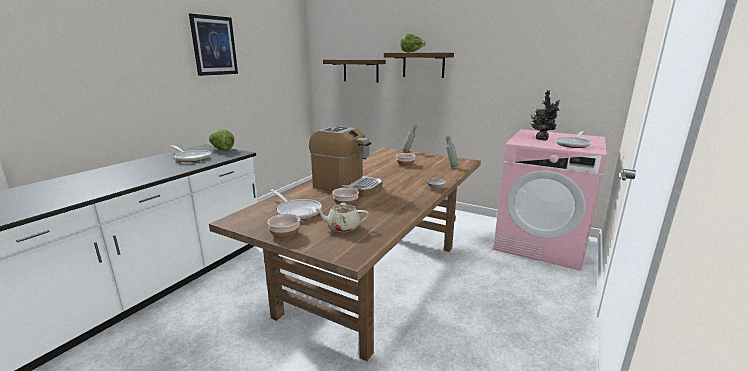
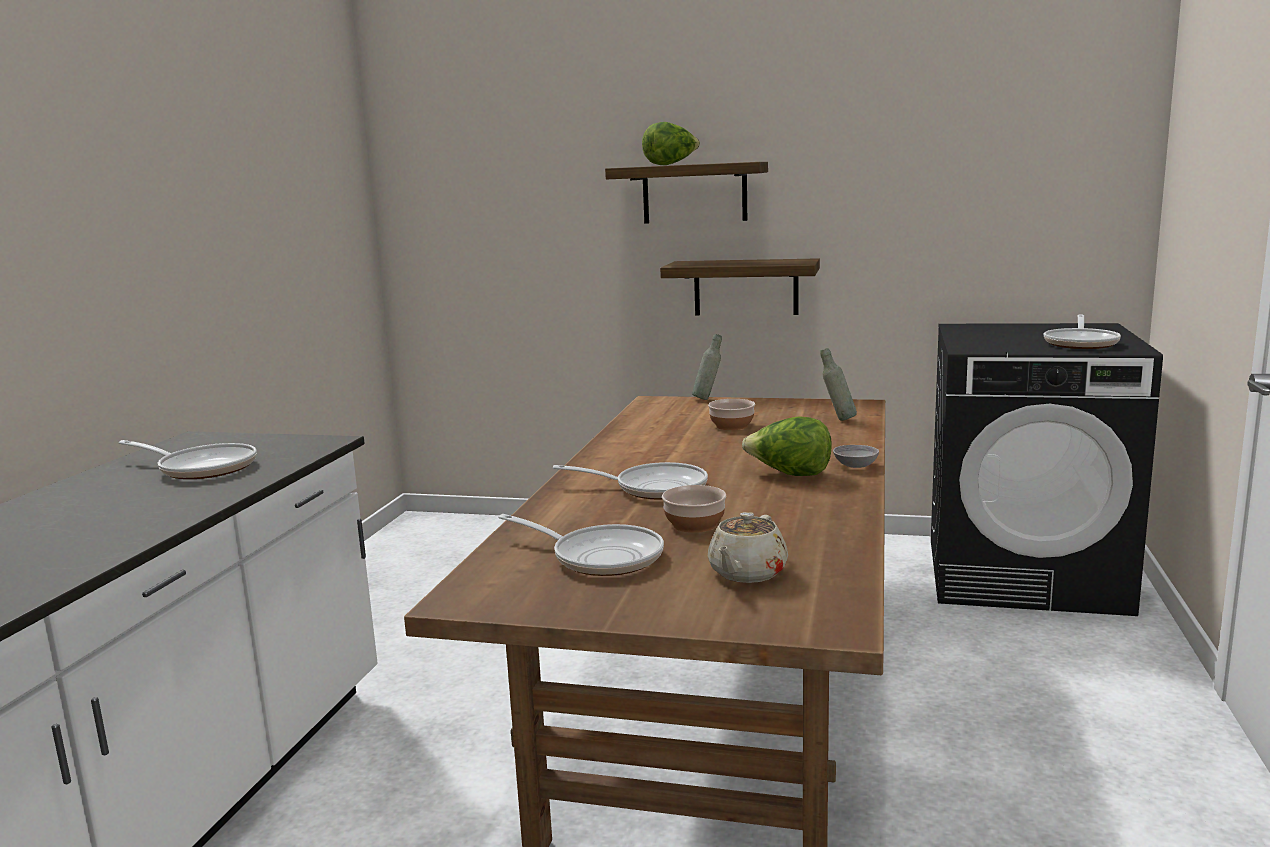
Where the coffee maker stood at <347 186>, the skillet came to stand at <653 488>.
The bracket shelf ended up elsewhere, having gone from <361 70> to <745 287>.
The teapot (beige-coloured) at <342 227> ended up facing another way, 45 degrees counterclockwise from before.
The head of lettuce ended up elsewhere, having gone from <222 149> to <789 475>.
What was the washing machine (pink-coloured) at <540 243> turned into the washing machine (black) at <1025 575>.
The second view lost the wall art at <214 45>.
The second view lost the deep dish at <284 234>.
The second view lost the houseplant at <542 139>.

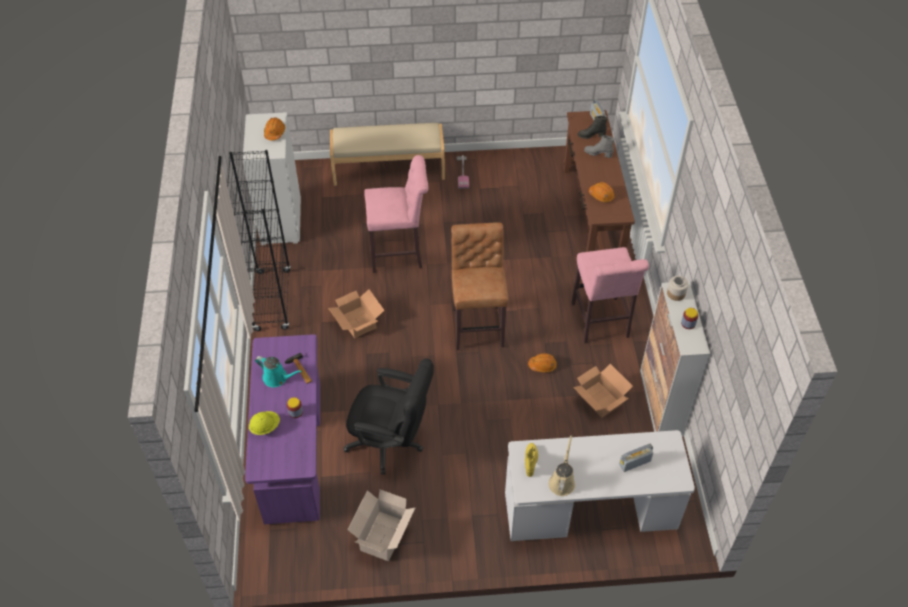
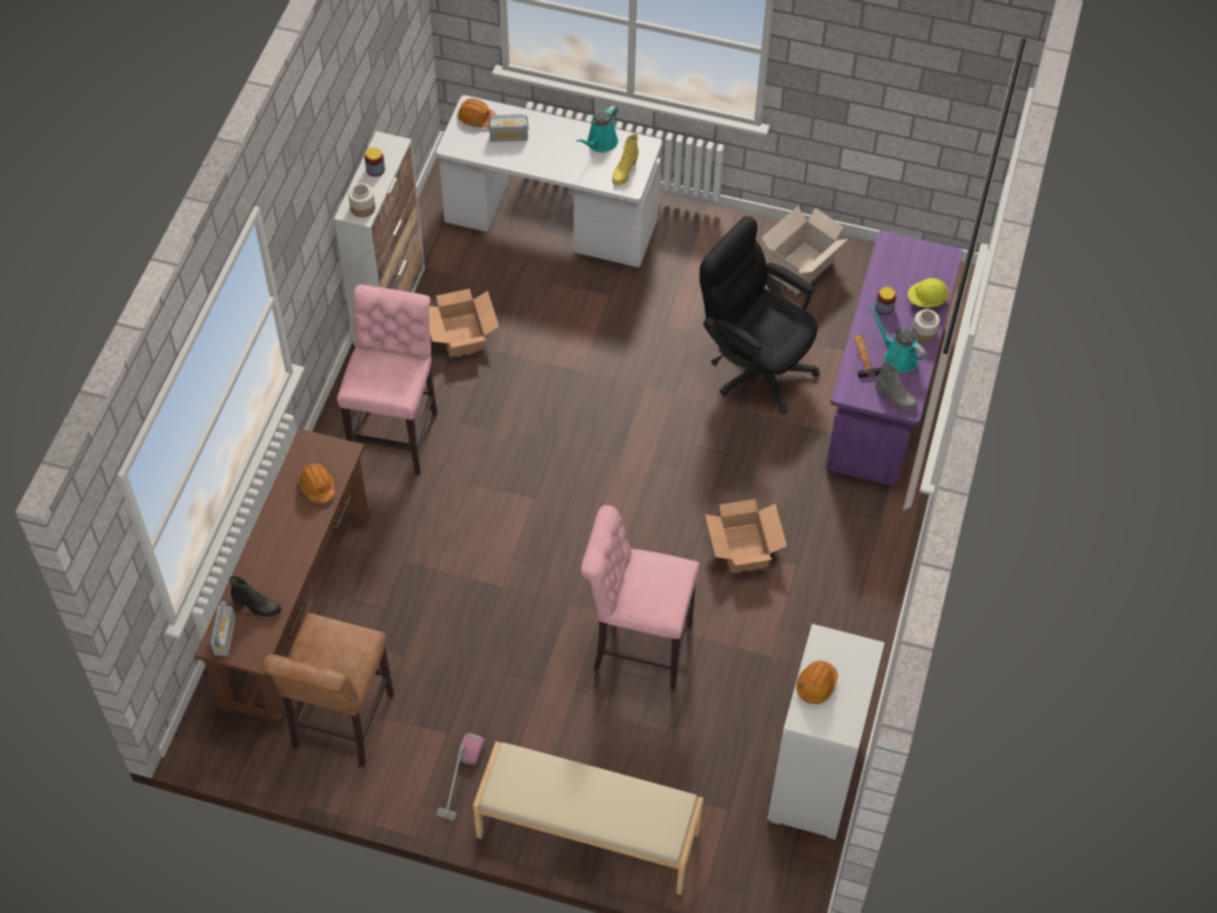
The stool seat (brown-coloured) ended up elsewhere, having gone from <477 325> to <340 726>.
The work helmet (orange-coloured) ended up elsewhere, having gone from <542 365> to <476 118>.
What was the watering can (beige-coloured) at <562 481> turned into the watering can (turquoise) at <600 143>.
The high-top boot (greyish) ended up elsewhere, having gone from <598 153> to <895 398>.
The second view gained the preserve jar at <924 332>.
The second view lost the bookcase (black) at <272 300>.

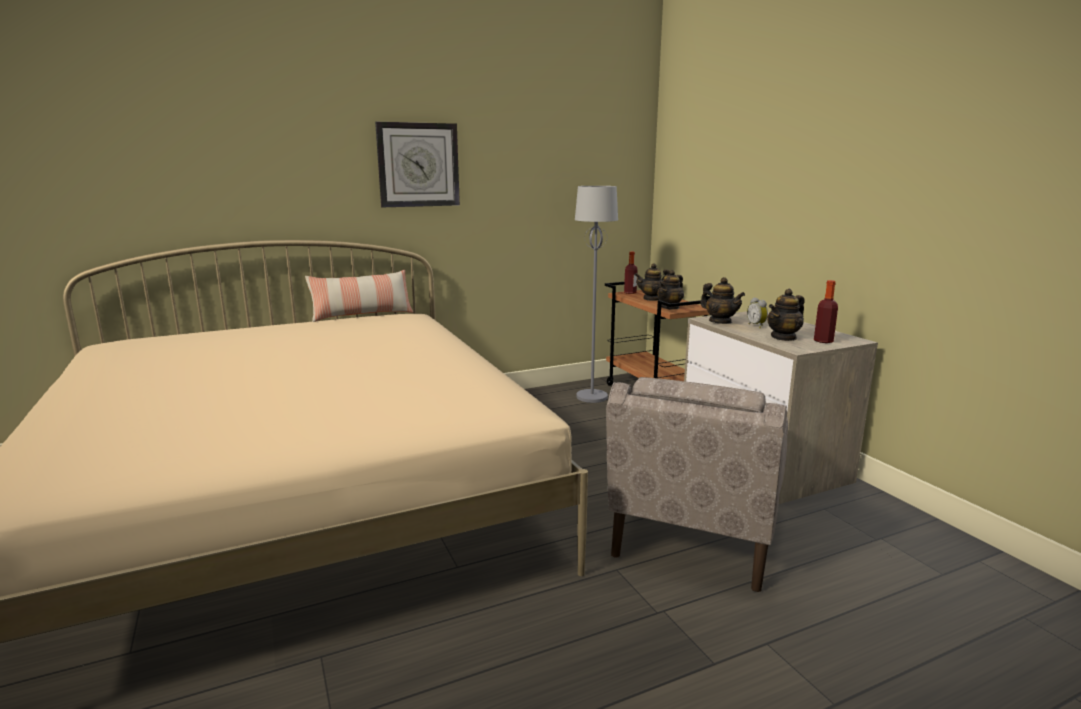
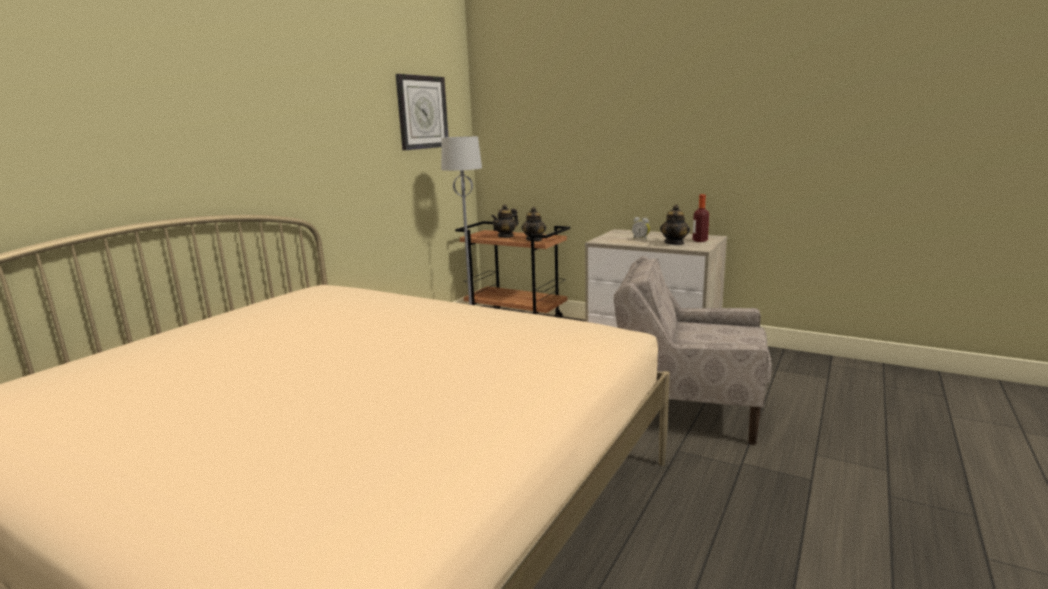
The wall clock ended up elsewhere, having gone from <418 165> to <422 112>.
The easy chair (beige-coloured) at <694 536> ended up facing another way, 120 degrees clockwise from before.
The second view lost the cushion at <362 315>.
The second view lost the drink bottle at <630 292>.
The second view lost the teapot at <720 322>.

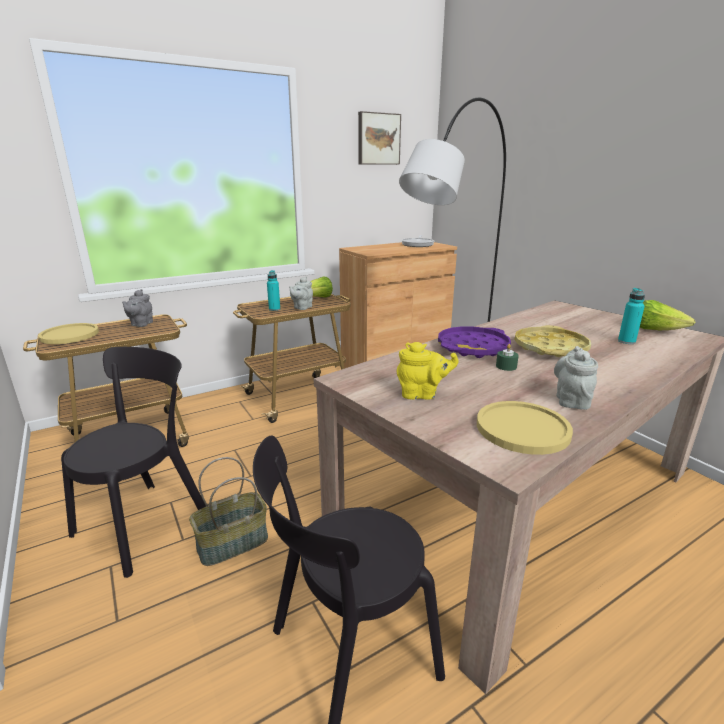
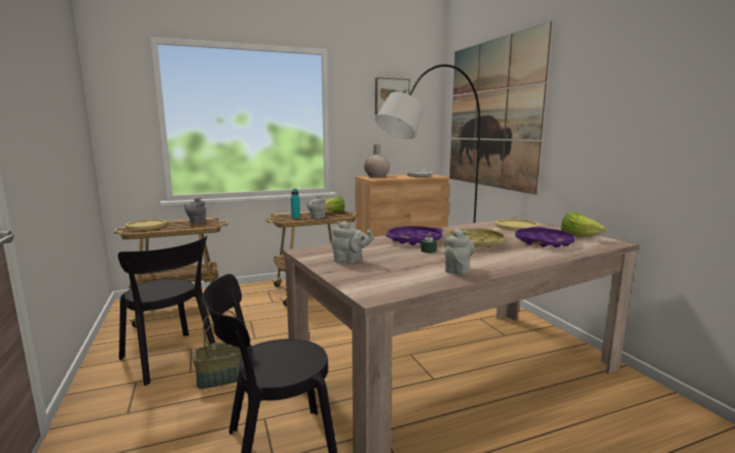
The upright chair (black) at <147 522> ended up facing another way, 90 degrees clockwise from before.
What was the teapot (yellowish) at <422 394> turned into the teapot (greyish) at <350 261>.
The second view gained the vase (beige-coloured) at <377 176>.
The second view gained the wall art at <492 114>.
The dinner plate (yellowish) ended up elsewhere, having gone from <522 429> to <516 226>.
Where the drink bottle (turquoise) stood at <626 341>, the serving tray (purple-coloured) came to stand at <544 242>.

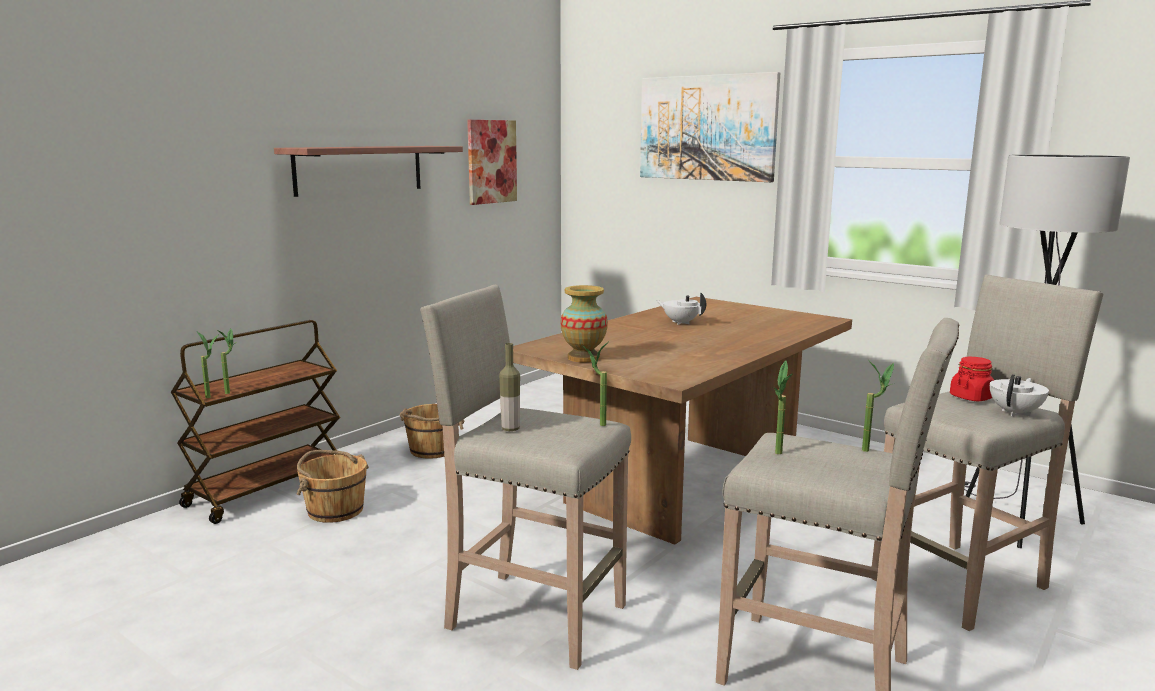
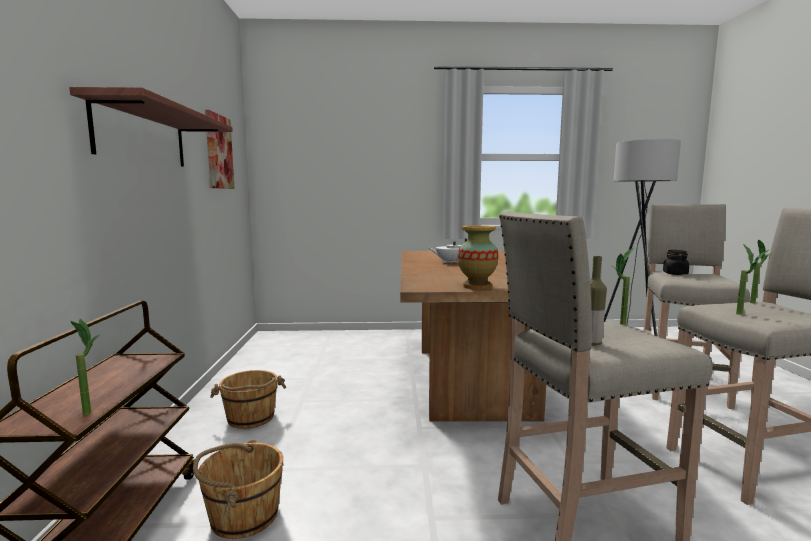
What was the preserve jar (red) at <971 397> turned into the preserve jar (black) at <675 273>.
The second view lost the houseplant at <213 397>.
The second view lost the wall art at <707 128>.
The second view lost the teapot (white) at <1016 413>.

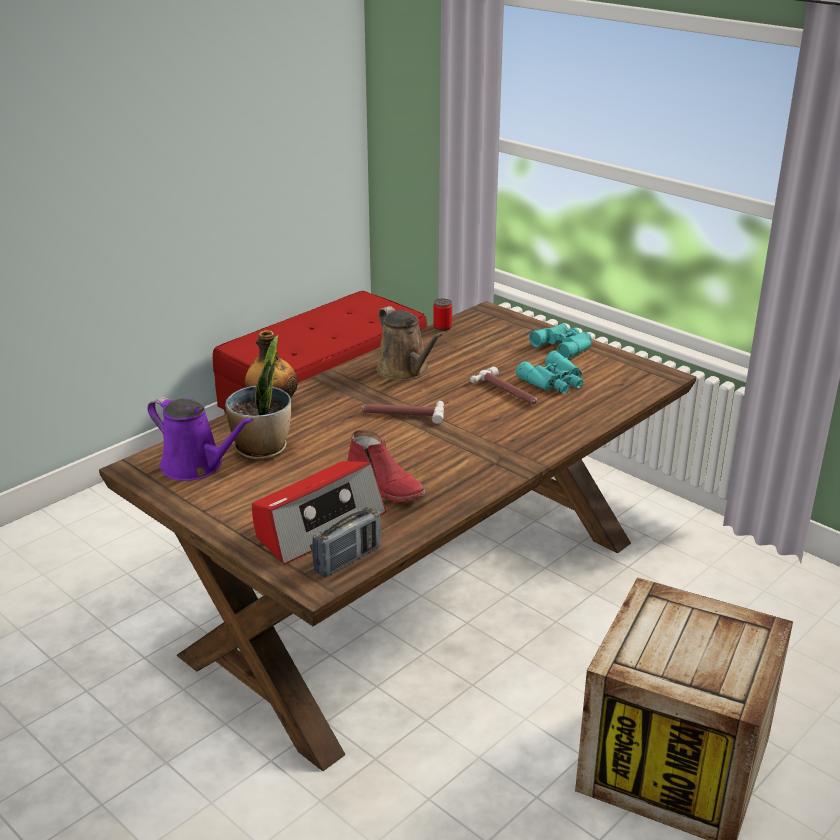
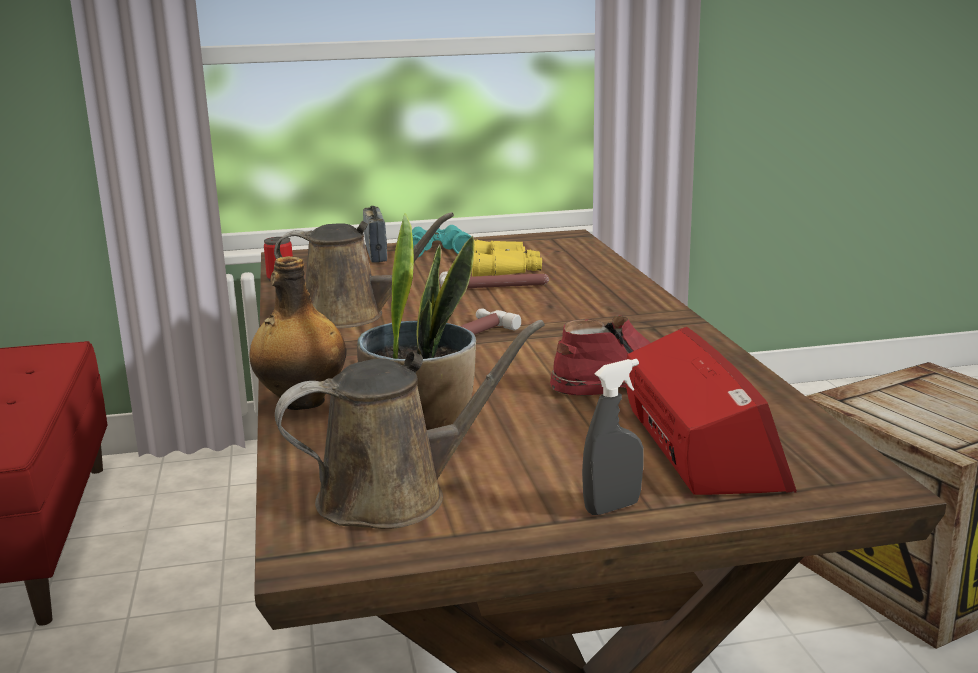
What was the watering can (purple-coloured) at <196 466> turned into the watering can (brown-coloured) at <395 496>.
The radio ended up elsewhere, having gone from <347 560> to <376 255>.
What was the field glasses (turquoise) at <554 381> turned into the field glasses (yellowish) at <506 268>.
The second view gained the hand sprayer (greyish) at <612 507>.

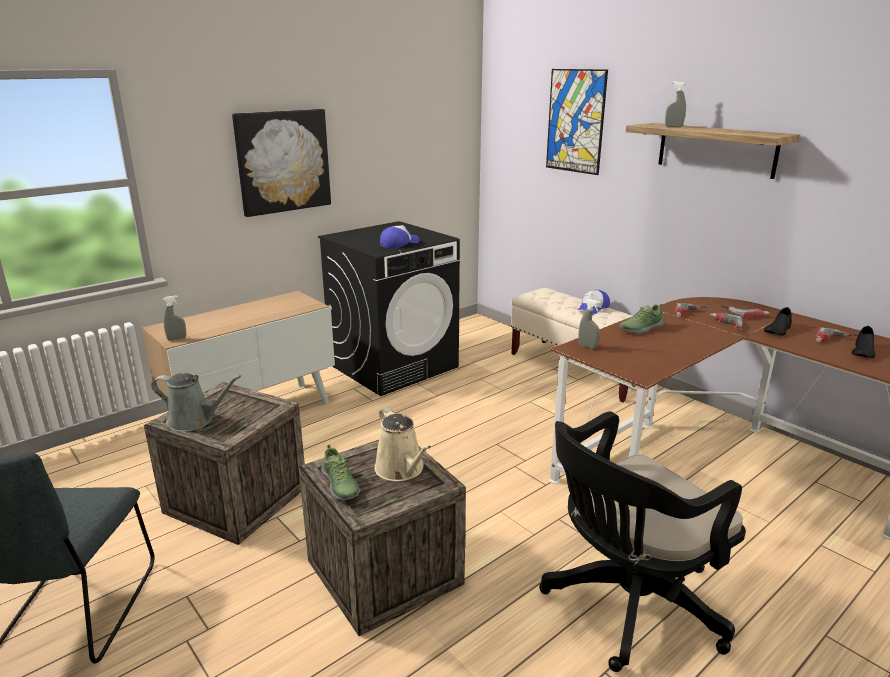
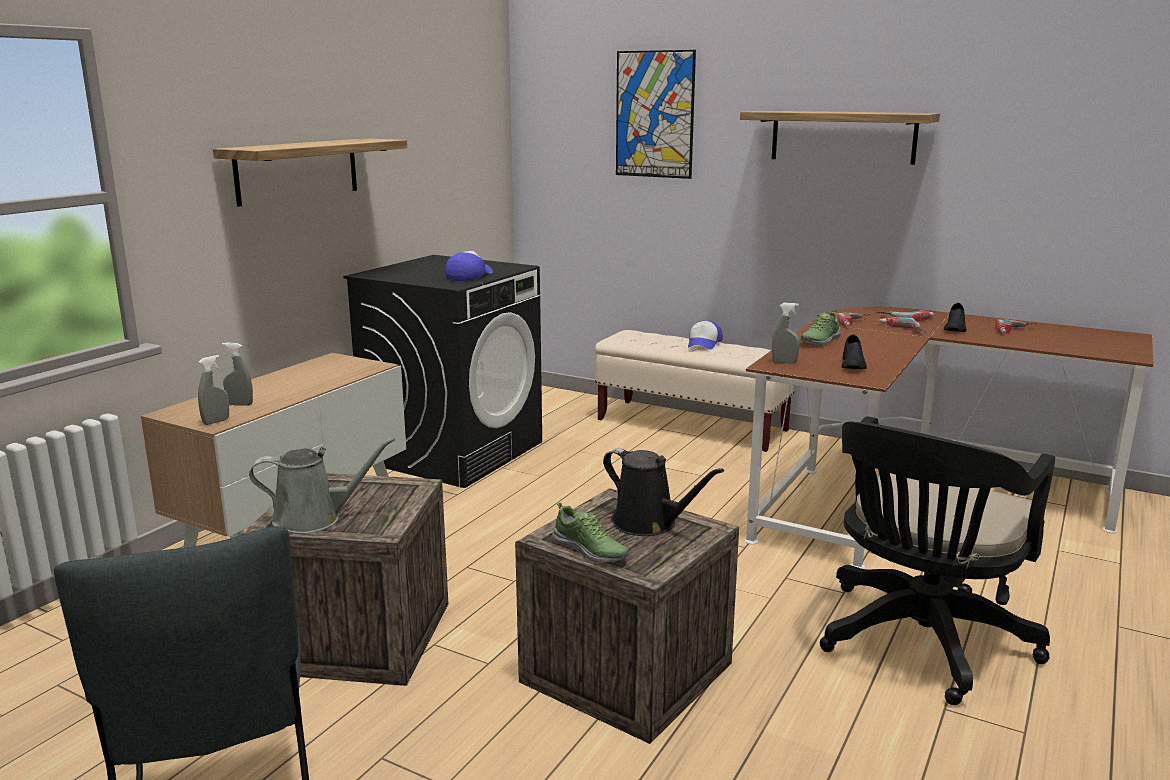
Where the wall art hung at <283 161>, the bracket shelf came to hang at <298 170>.
The hand sprayer (greyish) ended up elsewhere, having gone from <673 127> to <240 404>.
What was the watering can (beige-coloured) at <401 470> turned into the watering can (black) at <649 523>.
The low shoe (black) ended up elsewhere, having gone from <863 351> to <852 364>.

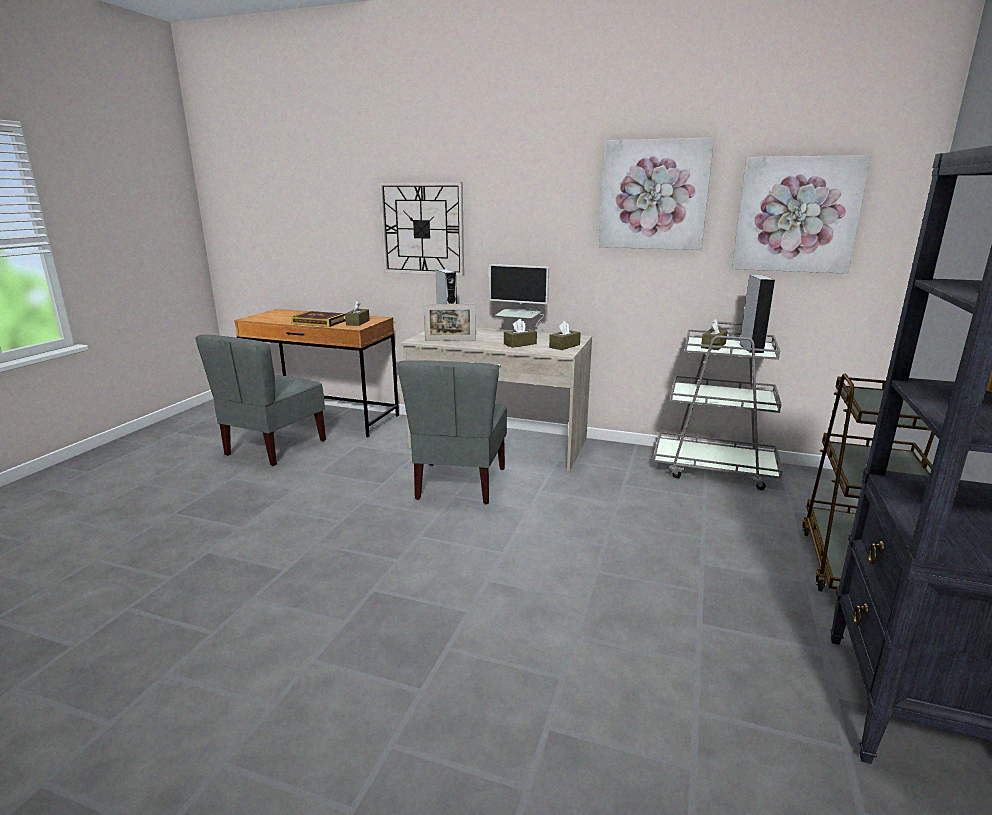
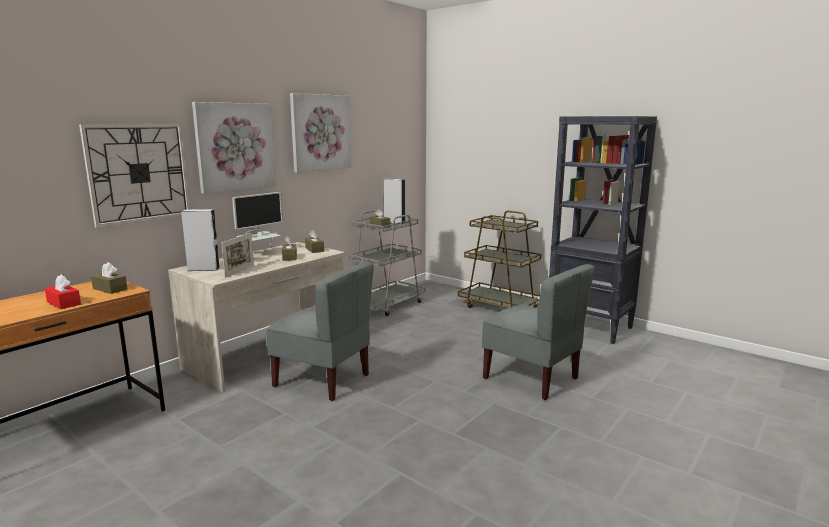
Where the bound book stood at <319 322>, the box of tissues (red) came to stand at <64 303>.
The wall art ended up elsewhere, having gone from <796 215> to <235 146>.
The upright chair (greyish) ended up elsewhere, having gone from <274 448> to <532 378>.

